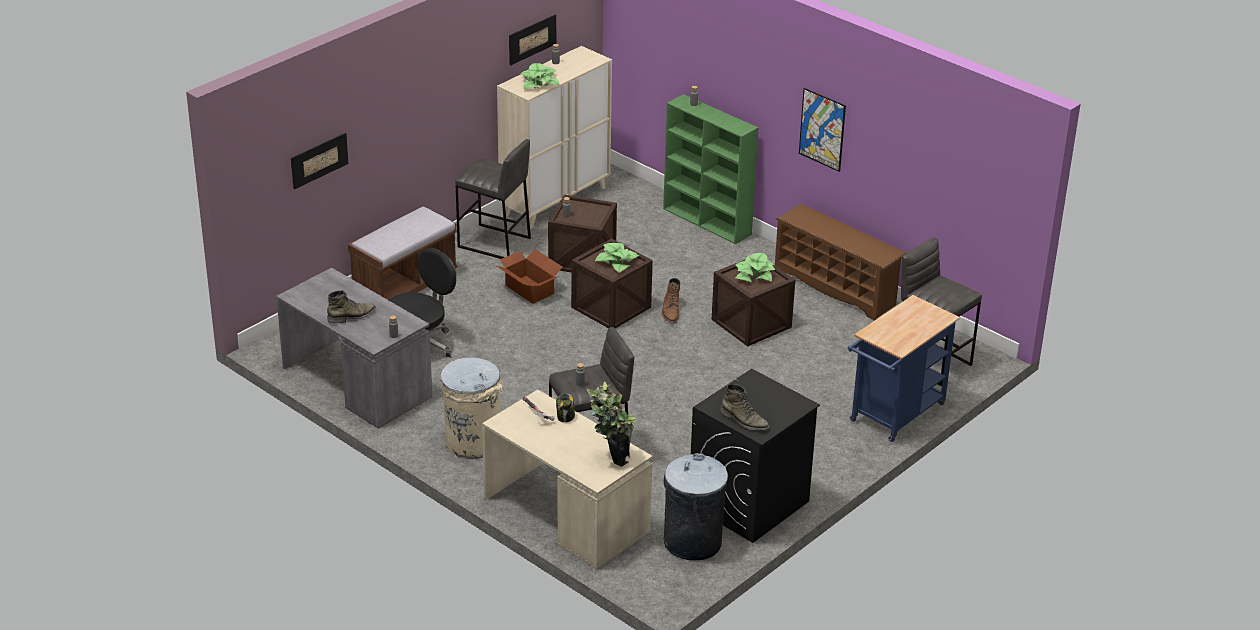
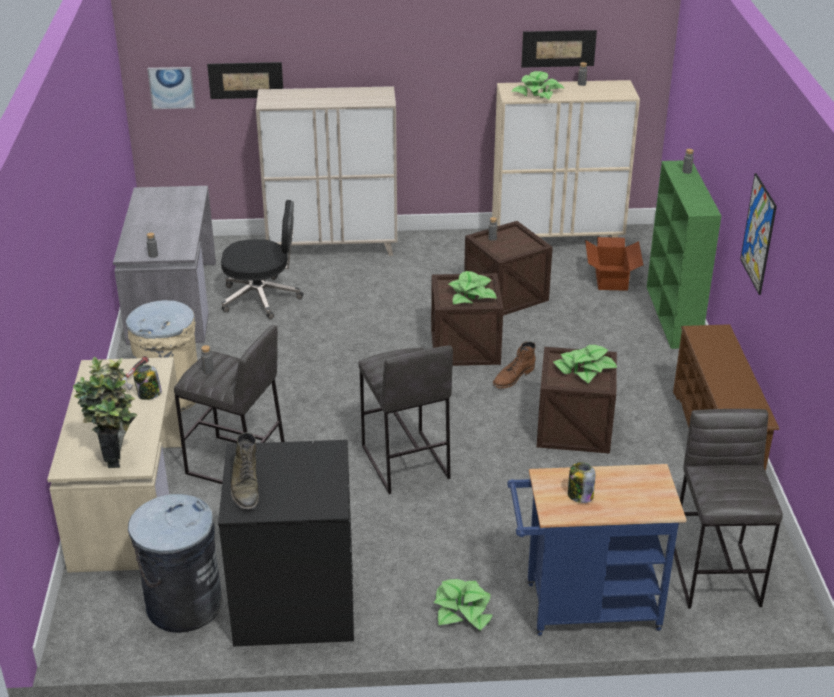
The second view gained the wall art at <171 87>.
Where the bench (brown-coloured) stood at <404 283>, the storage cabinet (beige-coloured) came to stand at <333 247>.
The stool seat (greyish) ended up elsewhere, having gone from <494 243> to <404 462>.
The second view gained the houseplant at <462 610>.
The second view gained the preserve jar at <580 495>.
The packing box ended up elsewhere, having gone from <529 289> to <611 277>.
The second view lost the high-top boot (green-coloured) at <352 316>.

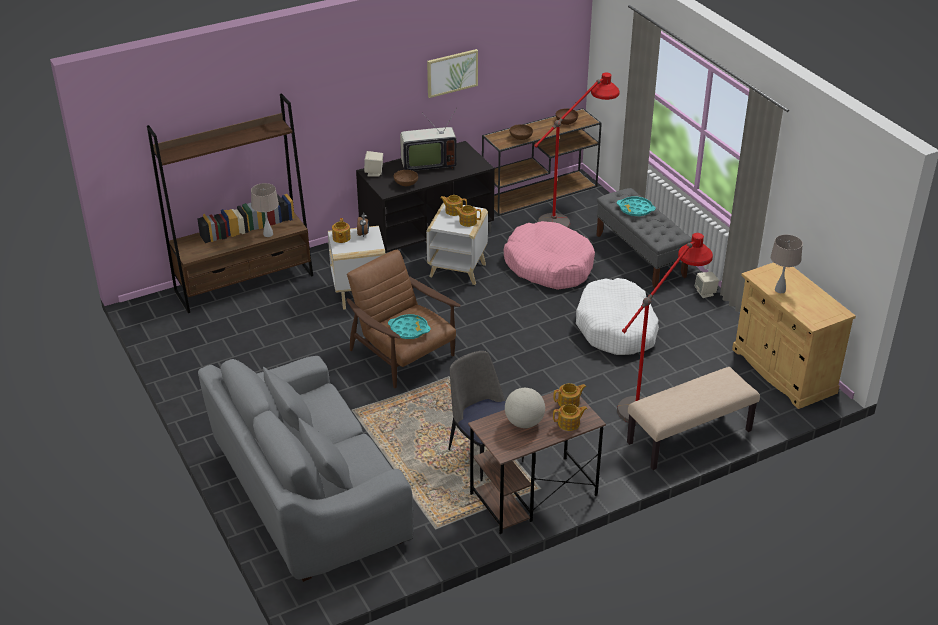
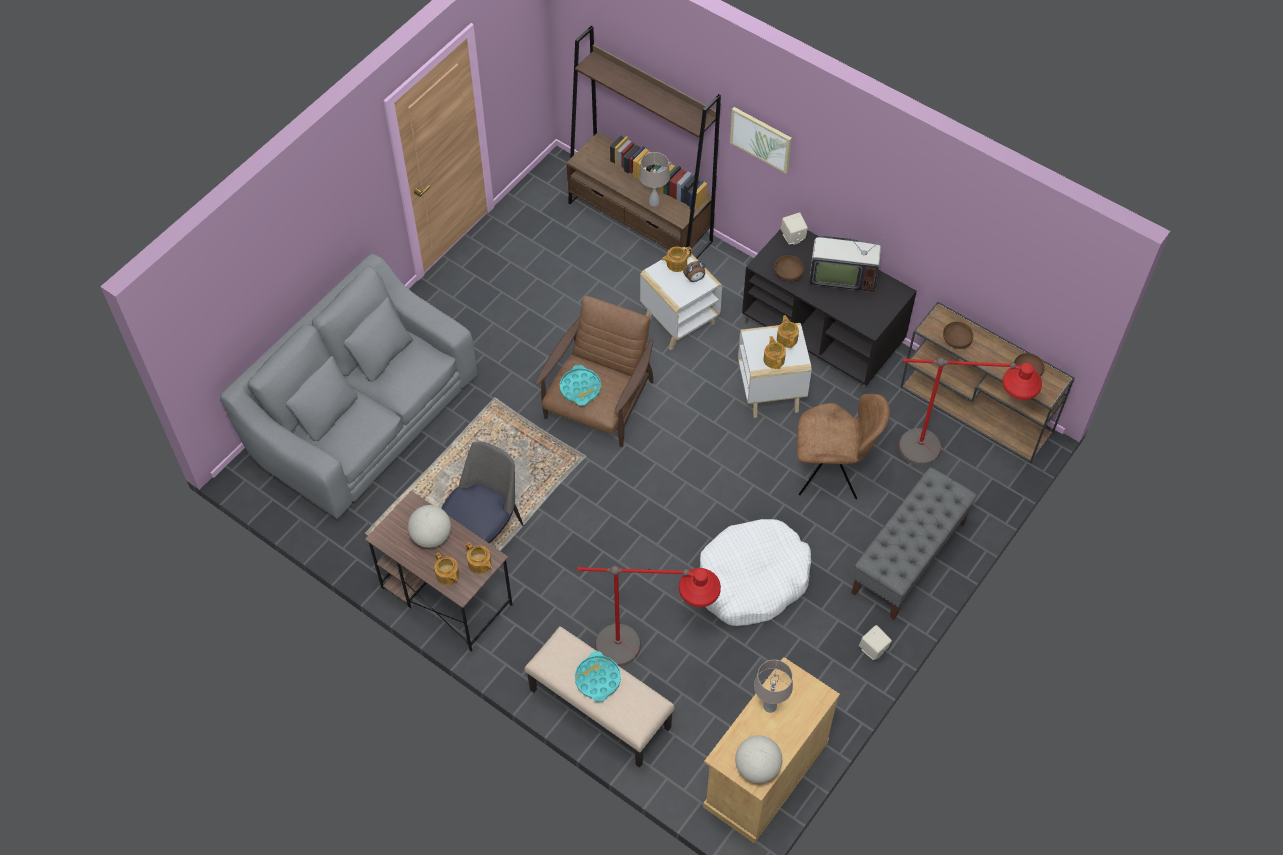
The serving tray (turquoise) ended up elsewhere, having gone from <635 209> to <597 679>.
The wall art ended up elsewhere, having gone from <452 72> to <761 139>.
The second view gained the globe at <757 768>.
Where the pet bed (pink-coloured) stood at <549 266>, the upright chair (brown-coloured) came to stand at <831 473>.
The TV at <427 164> ended up facing another way, 45 degrees counterclockwise from before.

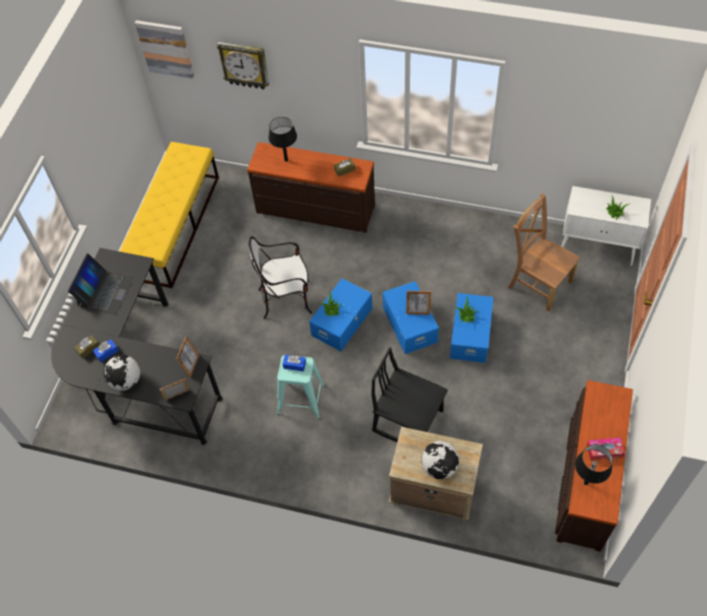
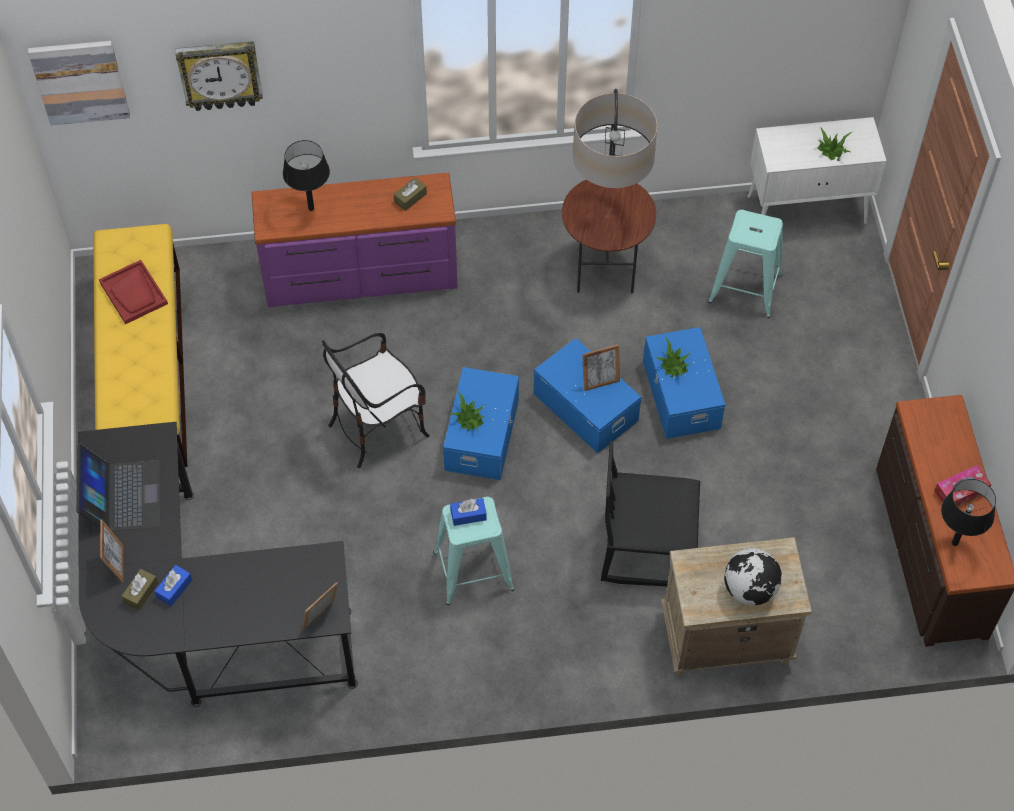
The second view gained the serving tray (red) at <134 293>.
The photo frame ended up elsewhere, having gone from <191 365> to <117 564>.
What was the drawer chest (brown-coloured) at <315 210> turned into the drawer chest (purple-coloured) at <360 276>.
The second view gained the standing lamp at <604 269>.
Where the upright chair (brown-coloured) stood at <537 283>, the stool seat (turquoise) came to stand at <745 288>.
The second view lost the globe at <126 381>.

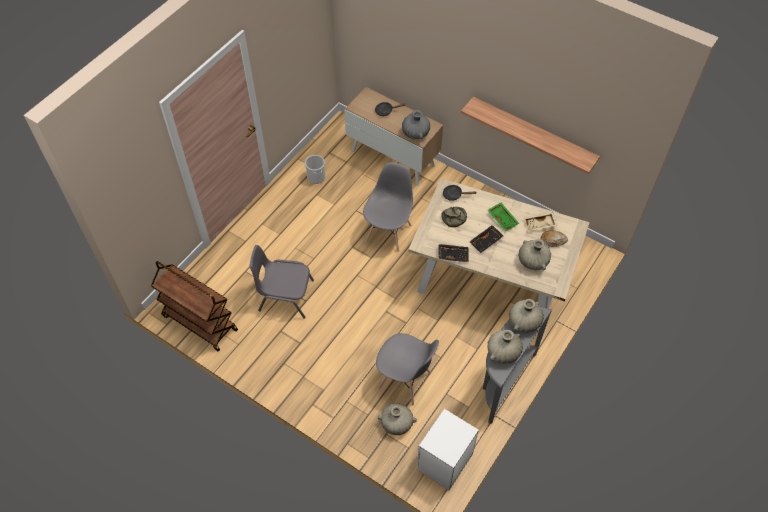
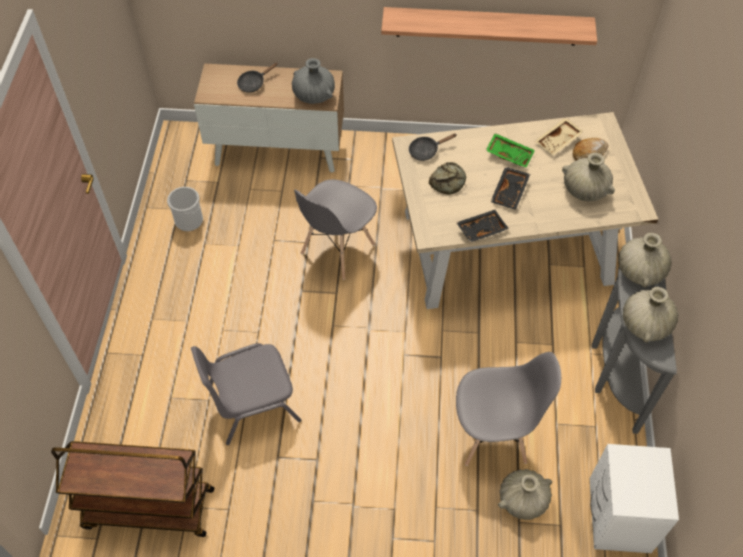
The upright chair (greyish) at <388 233> ended up facing another way, 135 degrees counterclockwise from before.

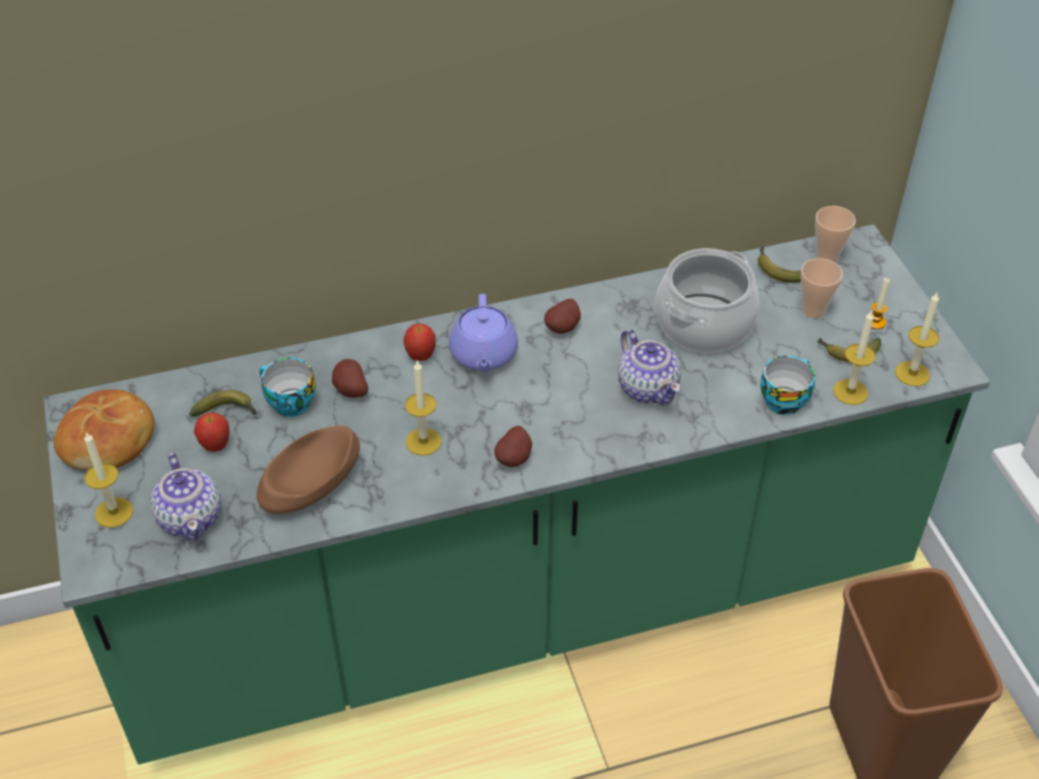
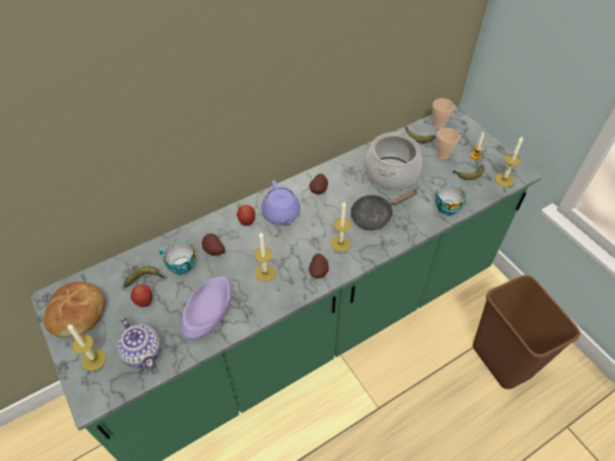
What was the deep dish (brown-coloured) at <312 484> turned into the deep dish (purple-coloured) at <209 313>.
The wax candle ended up elsewhere, having gone from <850 392> to <340 243>.
Where the teapot stood at <648 388>, the skillet (black) came to stand at <375 215>.

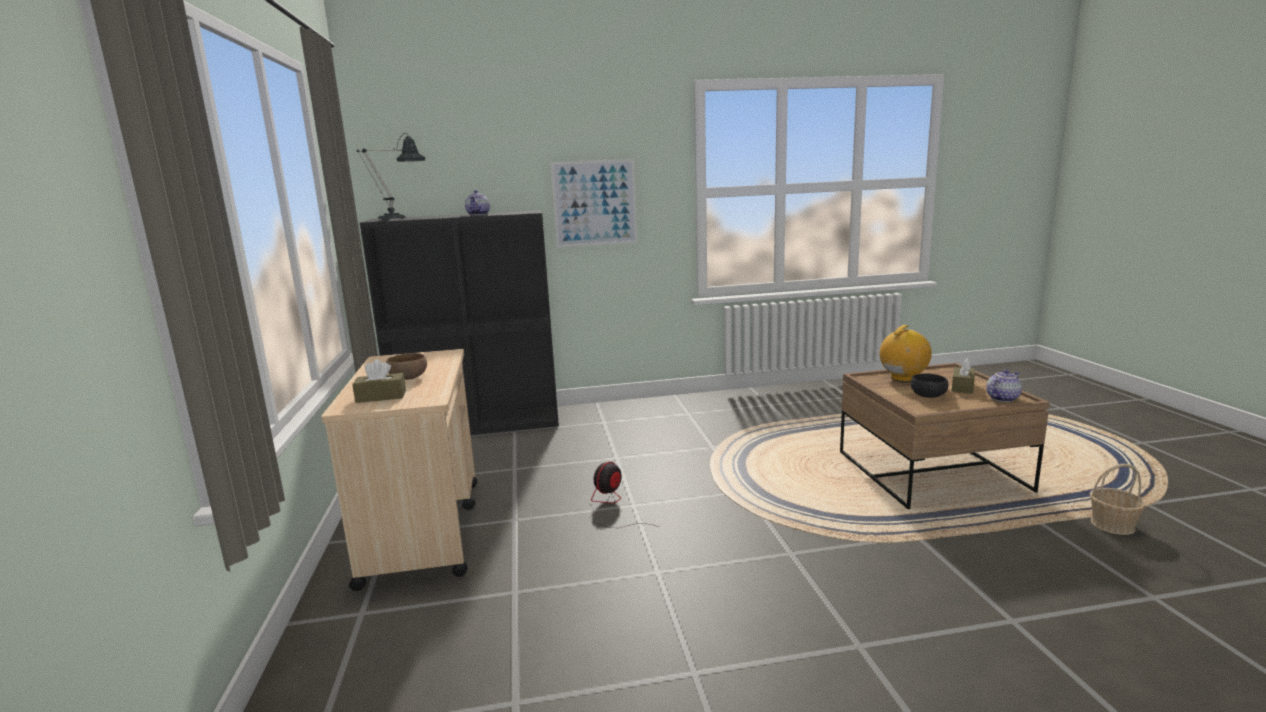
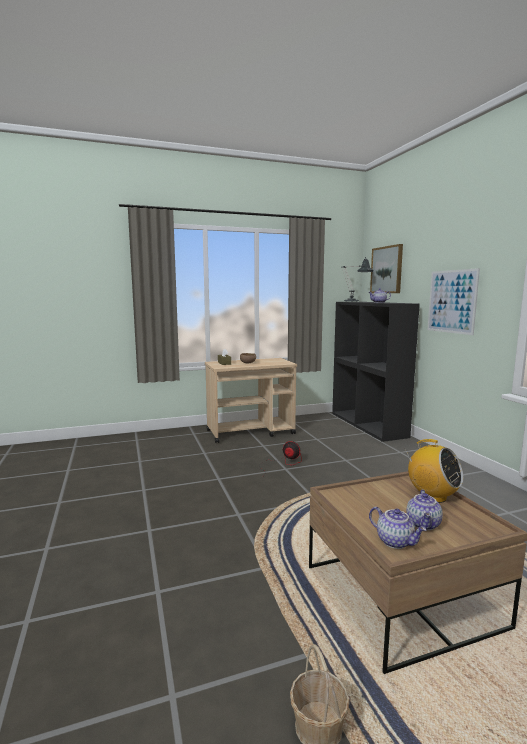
The second view gained the wall art at <387 270>.
Where the box of tissues (brown-coloured) stood at <962 387>, the teapot came to stand at <424 524>.
The second view lost the deep dish (black) at <928 396>.

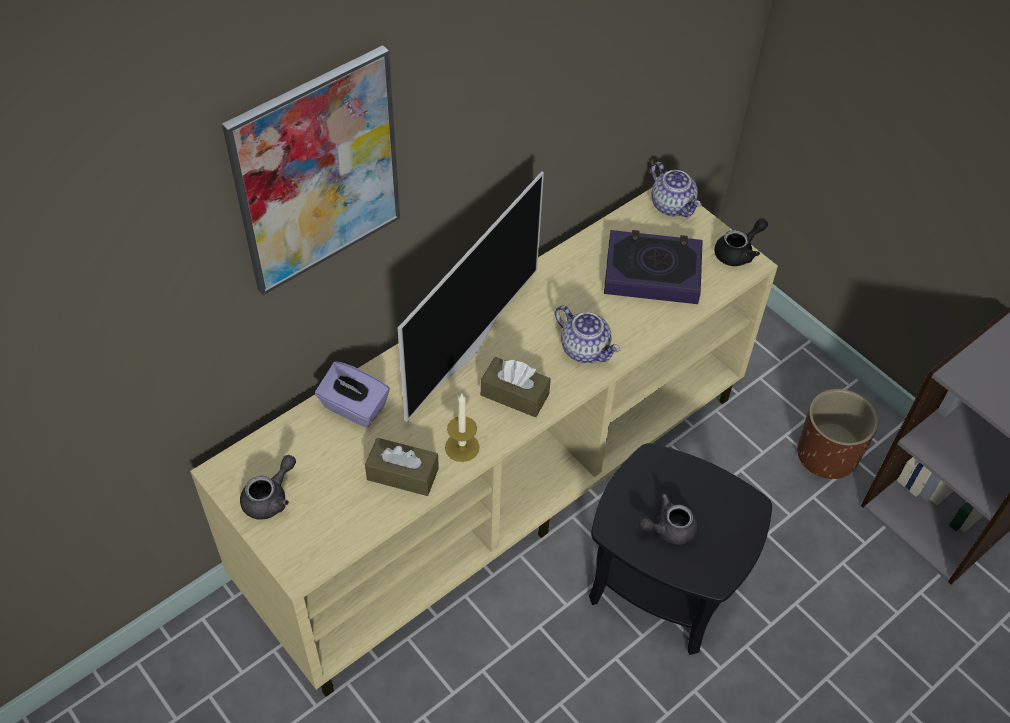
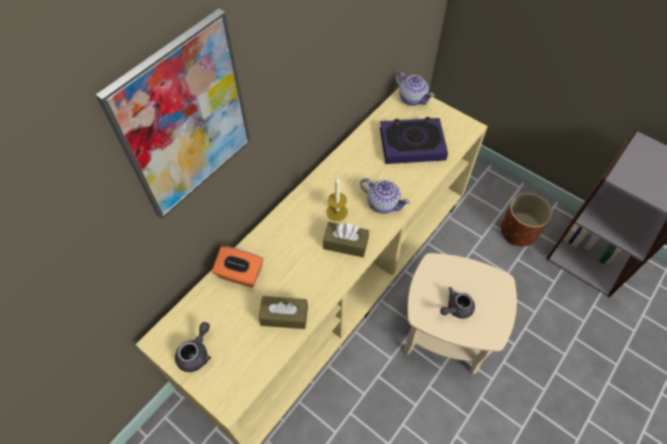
What was the box of tissues (purple-coloured) at <353 407> turned into the box of tissues (orange-coloured) at <240 274>.
The wax candle ended up elsewhere, having gone from <462 447> to <337 212>.
What was the accent table (black) at <664 585> turned into the accent table (beige-coloured) at <446 333>.
The second view lost the TV at <465 349>.
The second view lost the teapot (black) at <738 252>.

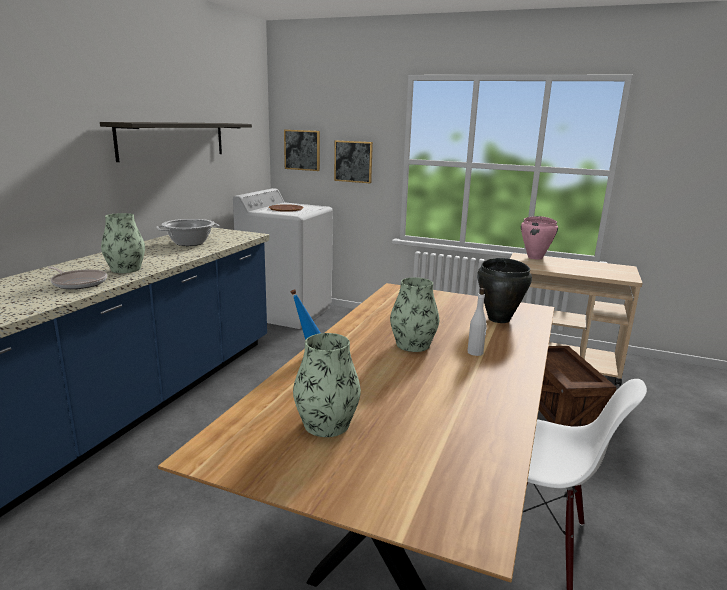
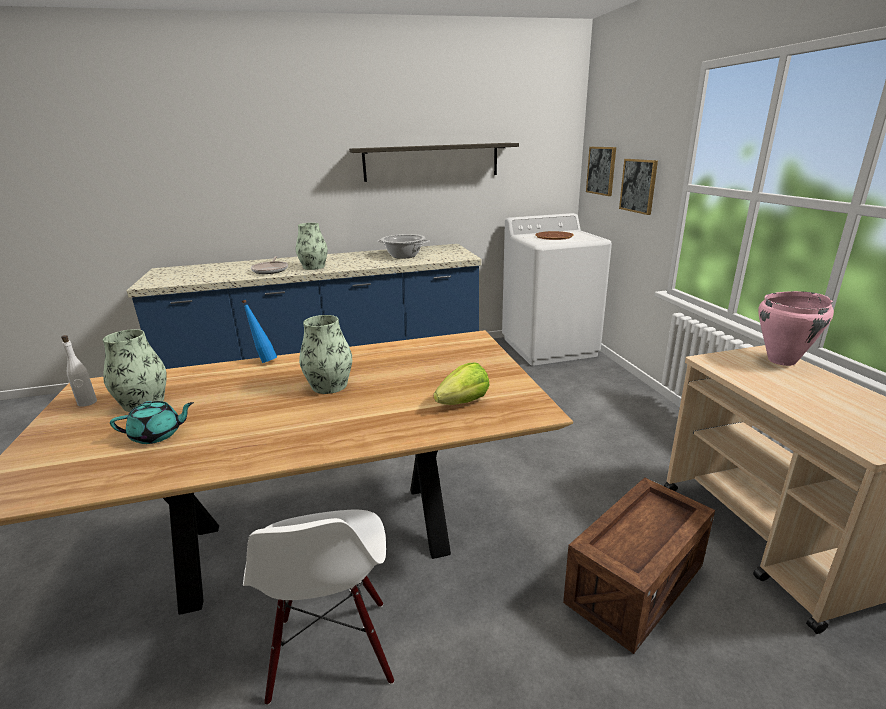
The drink bottle (white) ended up elsewhere, having gone from <475 352> to <87 402>.
The second view gained the teapot (turquoise) at <158 435>.
Where the stockpot (black) stood at <499 319>, the head of lettuce came to stand at <463 402>.

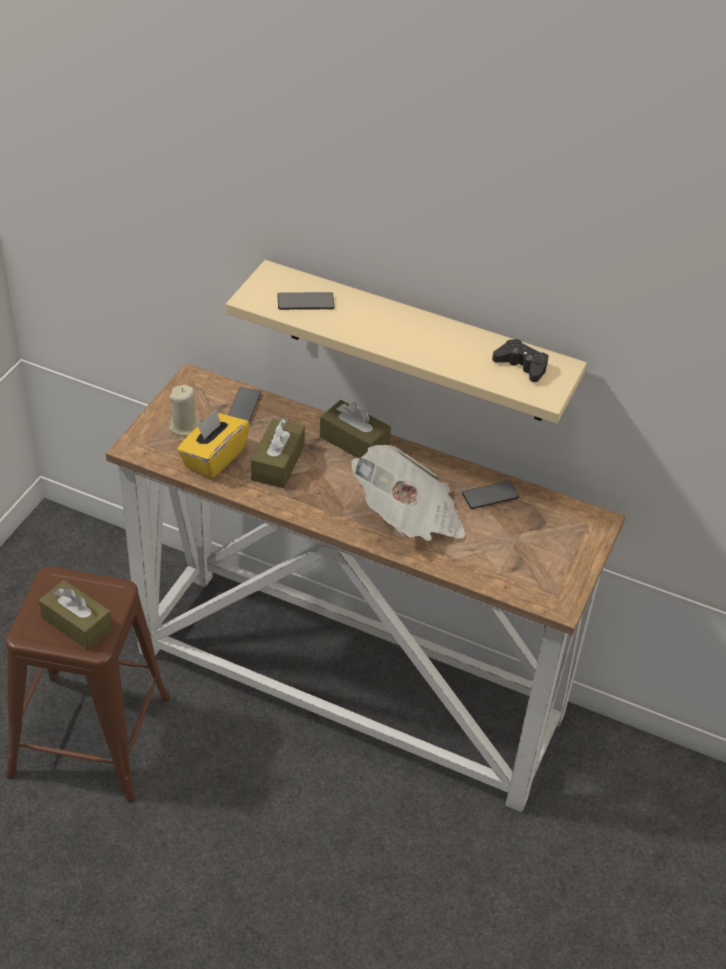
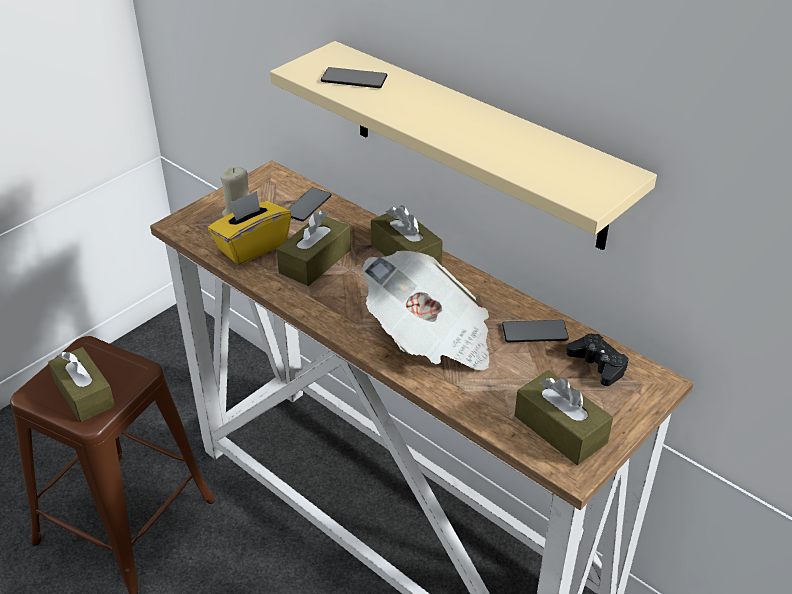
The second view gained the box of tissues (brown-coloured) at <560 429>.
The joypad (black) ended up elsewhere, having gone from <521 365> to <598 364>.

